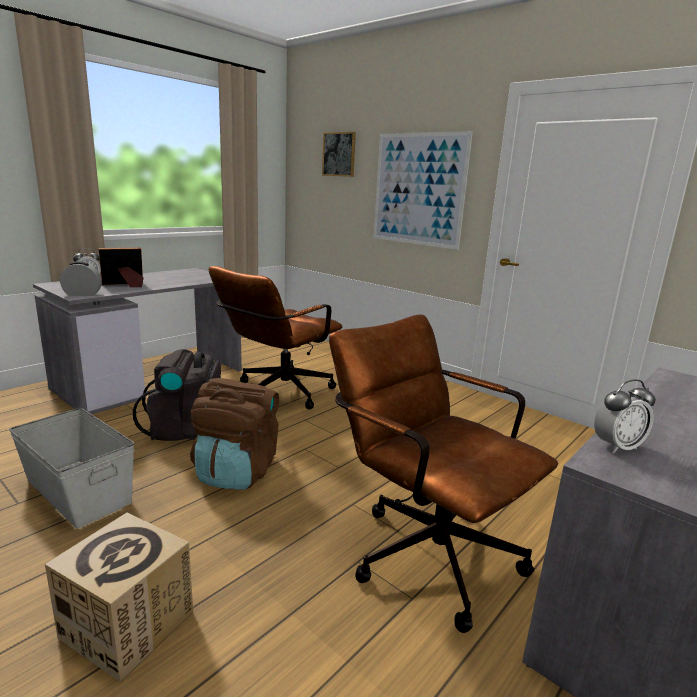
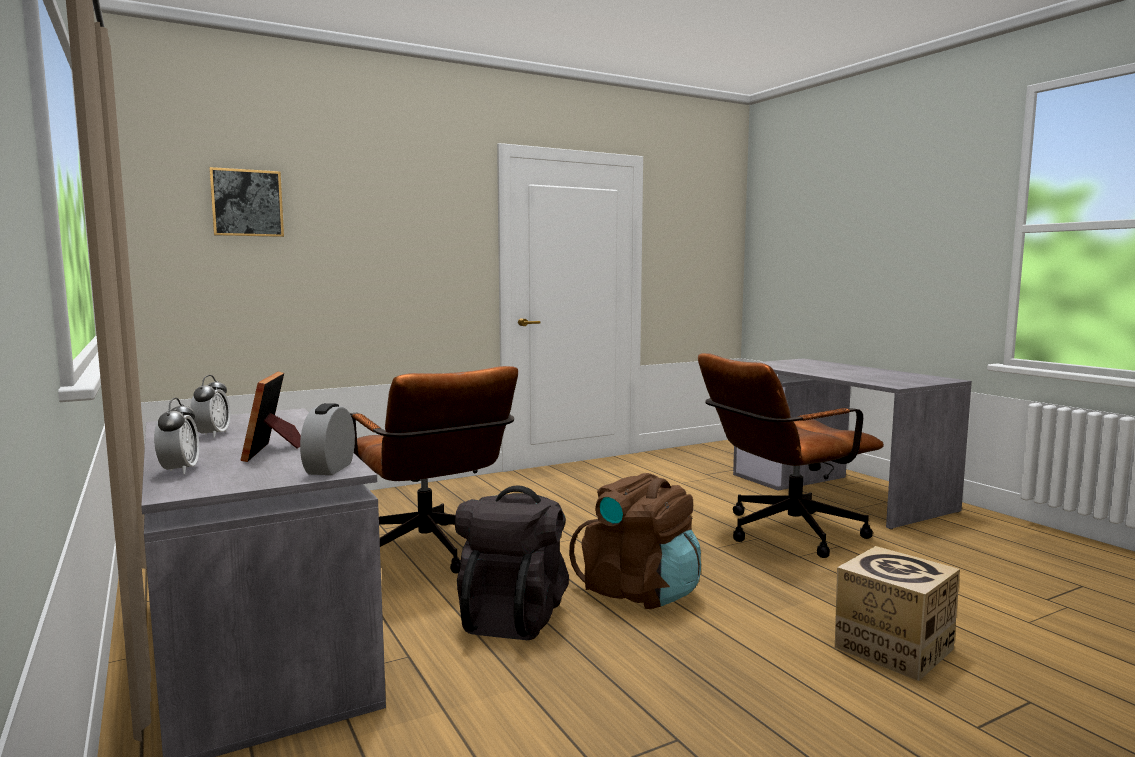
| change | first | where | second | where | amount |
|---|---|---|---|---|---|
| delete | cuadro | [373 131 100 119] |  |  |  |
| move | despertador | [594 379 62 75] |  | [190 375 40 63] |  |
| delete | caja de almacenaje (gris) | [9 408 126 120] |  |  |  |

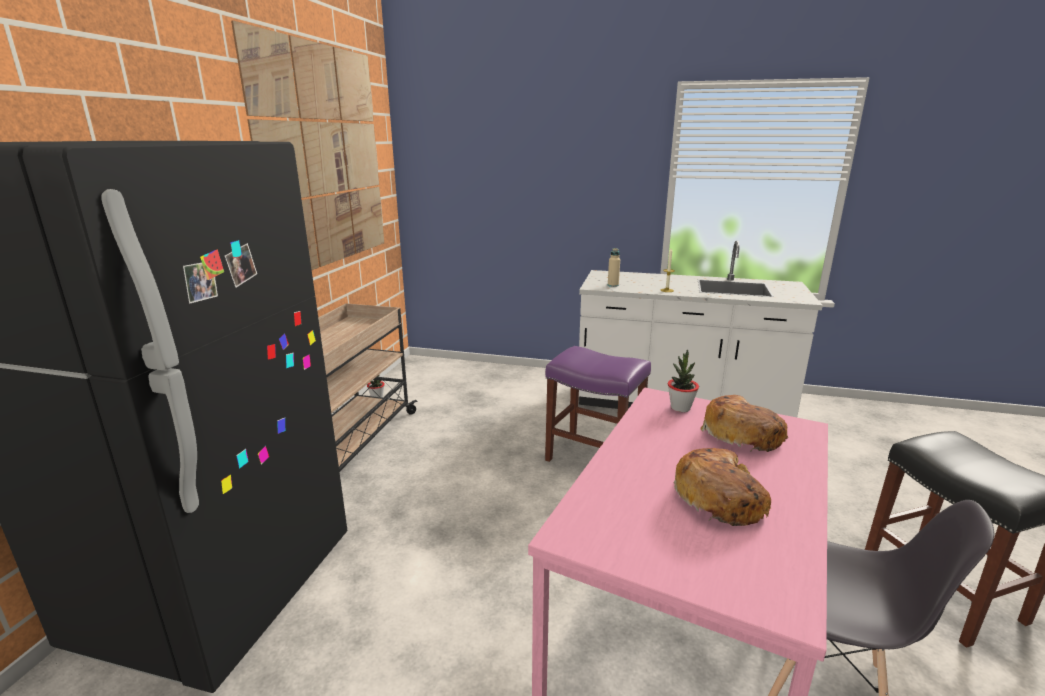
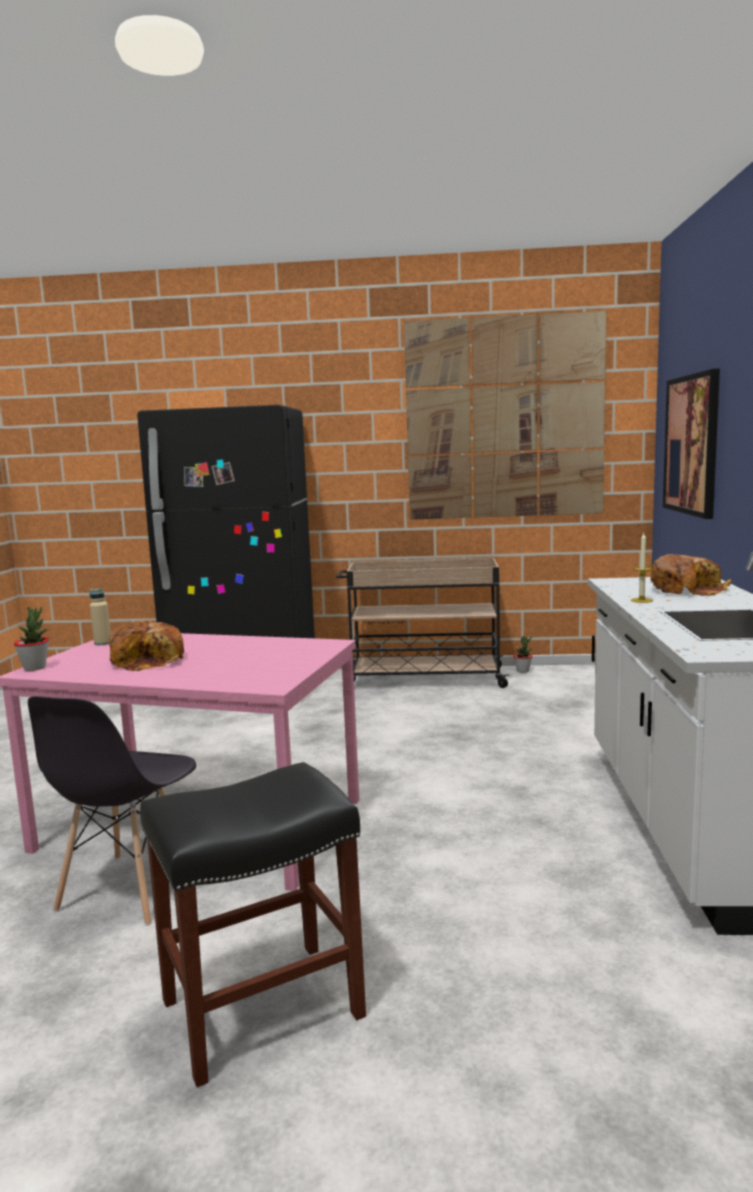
| change | first | where | second | where | amount |
|---|---|---|---|---|---|
| move | botella (beis) | [608 248 12 39] |  | [89 588 22 57] |  |
| delete | taburete (morado) | [545 346 106 116] |  |  |  |
| move | planta en maceta | [668 349 31 63] |  | [14 607 35 64] |  |
| move | pan | [700 395 88 58] |  | [651 554 80 42] |  |
| insert |  |  | cuadro | [663 369 57 150] |  |

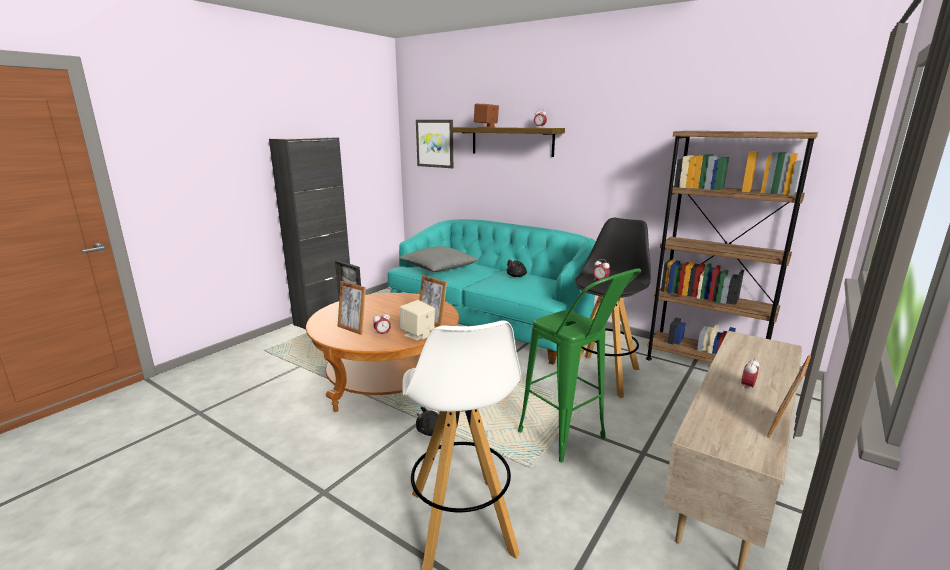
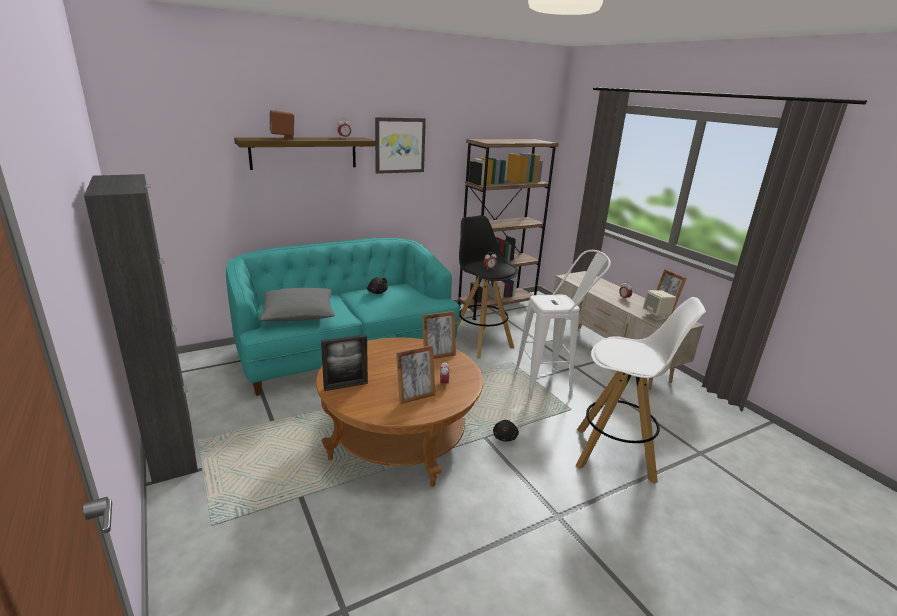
| change | first | where | second | where | amount |
|---|---|---|---|---|---|
| move | cuadro | [416 120 38 48] |  | [375 117 51 57] |  |
| recolor | taburete (verde) | [518 268 123 194] | taburete (blanco) | [514 250 97 149] |  |
| move | altavoz (beis) | [400 300 35 40] |  | [643 290 33 31] |  |

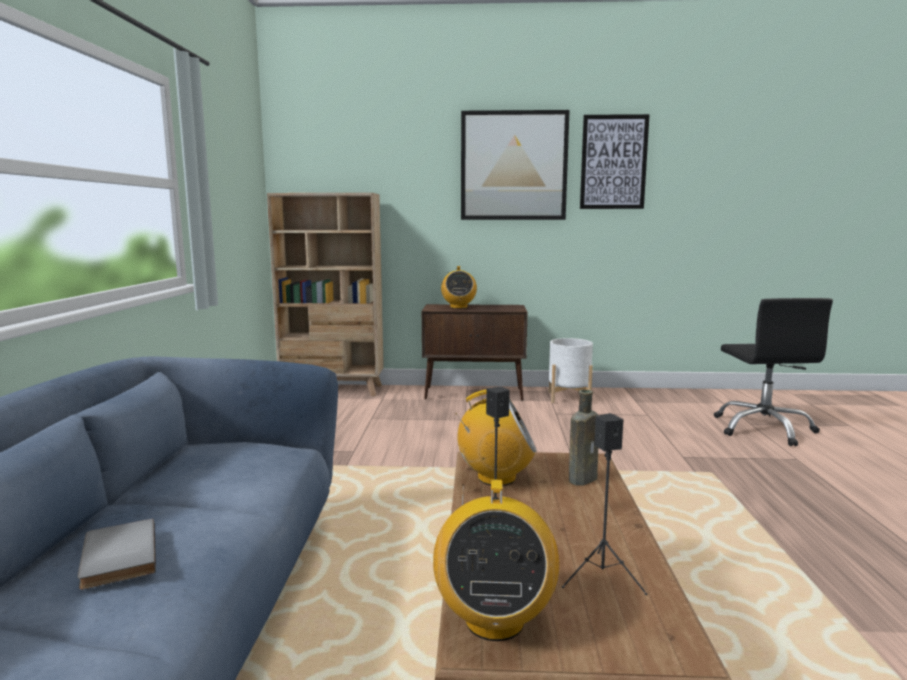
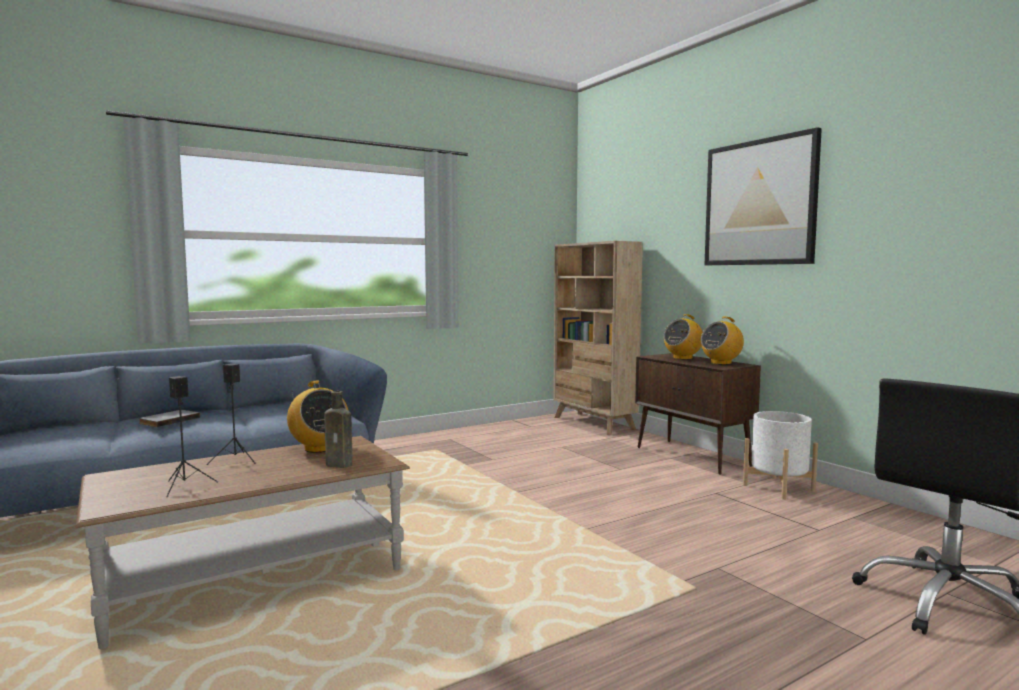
| change | first | where | second | where | amount |
|---|---|---|---|---|---|
| delete | cuadro | [580 114 70 95] |  |  |  |
| move | radio | [433 479 126 162] |  | [701 317 43 48] |  |

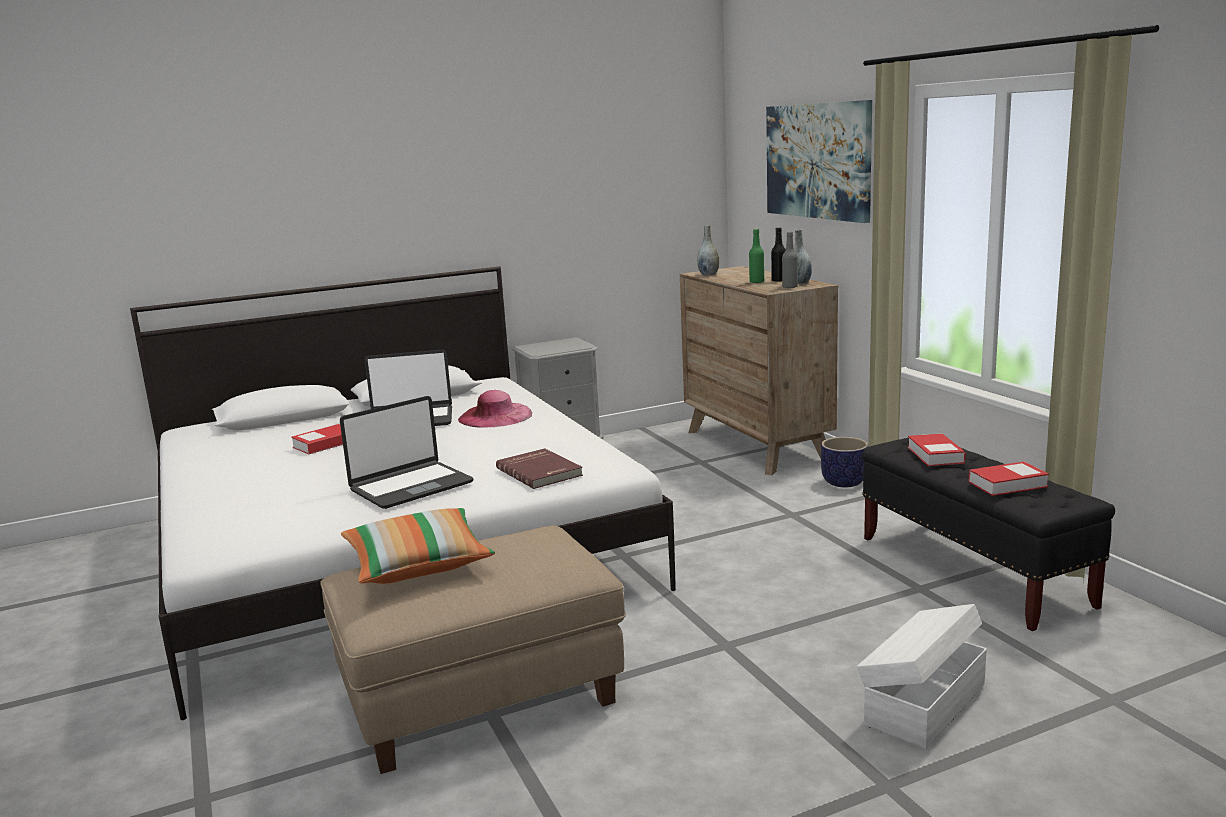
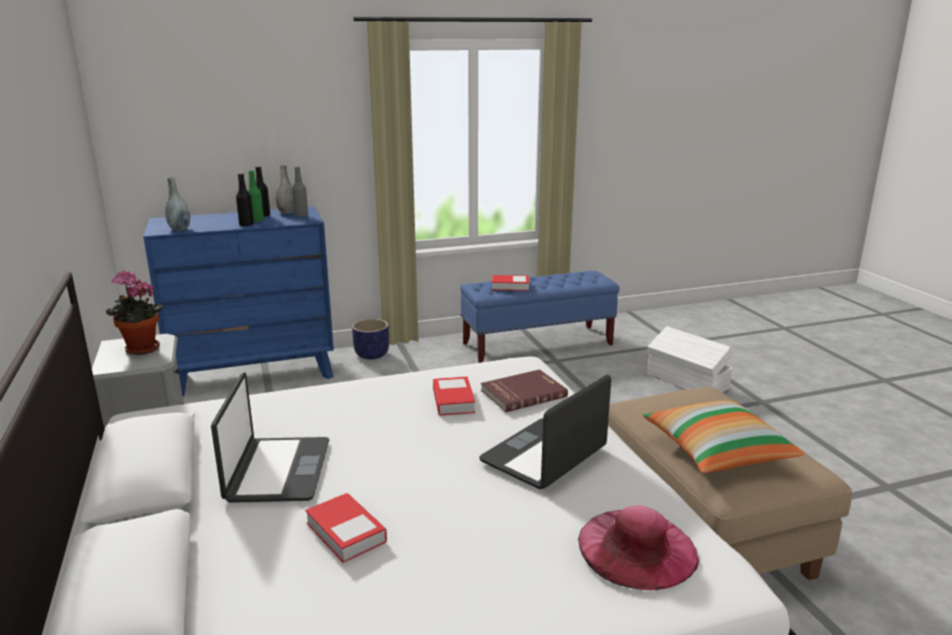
| change | first | where | second | where | amount |
|---|---|---|---|---|---|
| delete | cuadro | [766 100 106 123] |  |  |  |
| recolor | cómoda (marrón) | [680 266 158 209] | cómoda (azul) | [143 207 191 189] |  |
| move | sombrero (rosa) | [458 390 74 38] |  | [578 505 121 86] |  |
| rotate | portátil | [340 396 133 113] |  | [479 375 132 114] | 105 degrees counterclockwise |
| recolor | banco (negro) | [862 438 253 193] | banco (azul) | [460 271 159 92] |  |
| move | libro | [969 462 80 34] |  | [433 377 42 39] |  |
| insert |  |  | botella (negro) | [236 173 18 53] |  |
| insert |  |  | planta en maceta | [106 270 58 85] |  |

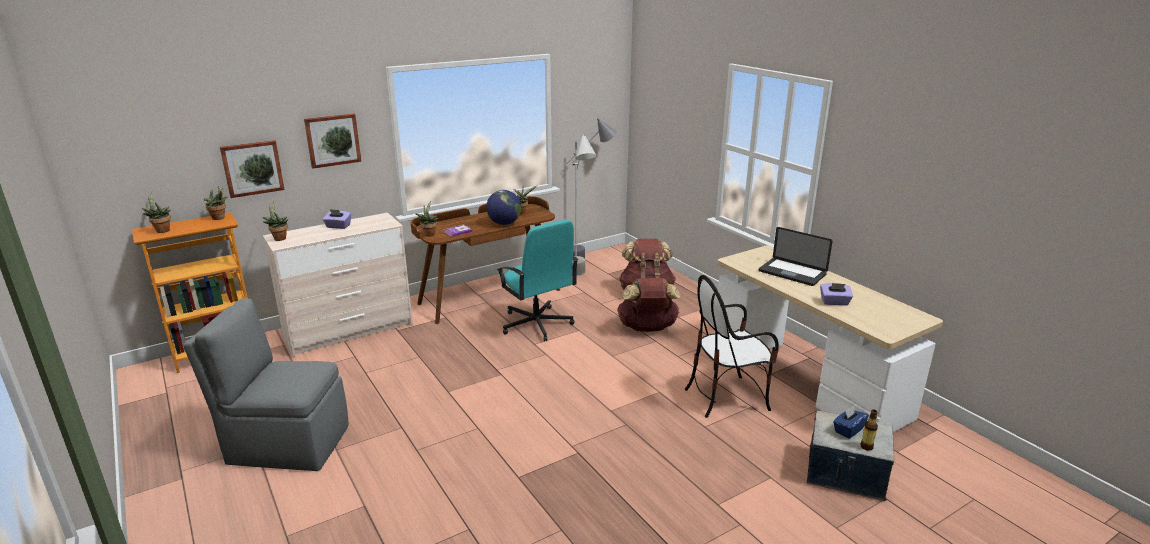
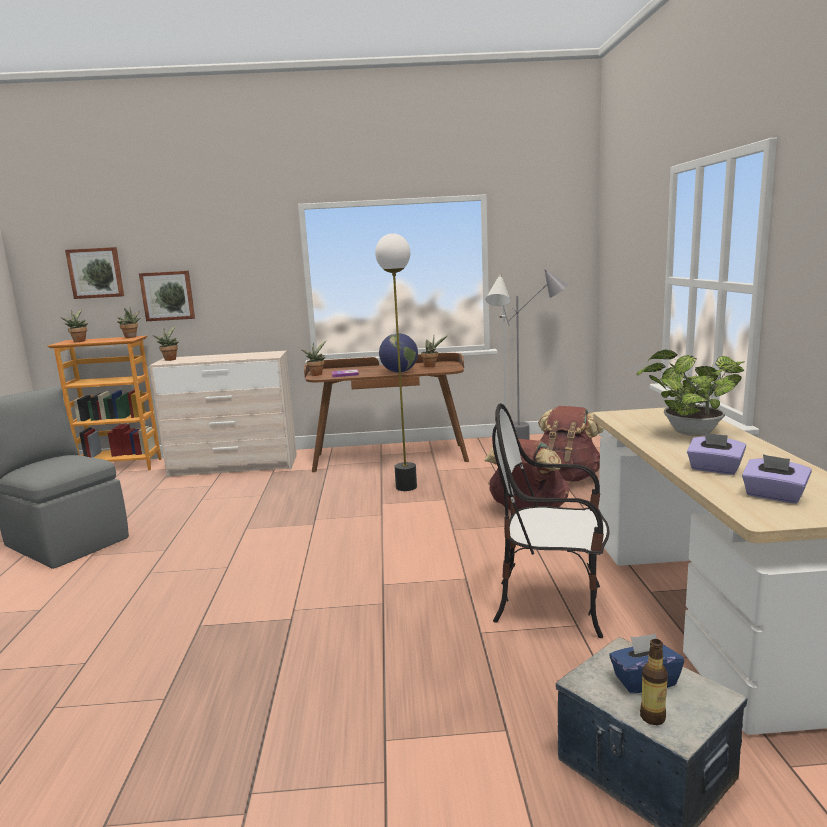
| change | first | where | second | where | amount |
|---|---|---|---|---|---|
| move | cuadro | [304 113 57 56] |  | [65 247 59 52] |  |
| move | caja de pañuelos (morado) | [323 209 28 20] |  | [742 454 70 50] |  |
| replace | silla de oficina (turquesa) | [497 220 81 121] | lámpara de pie | [375 234 42 257] |  |
| replace | portátil | [759 227 74 59] | planta en maceta | [636 350 109 86] |  |

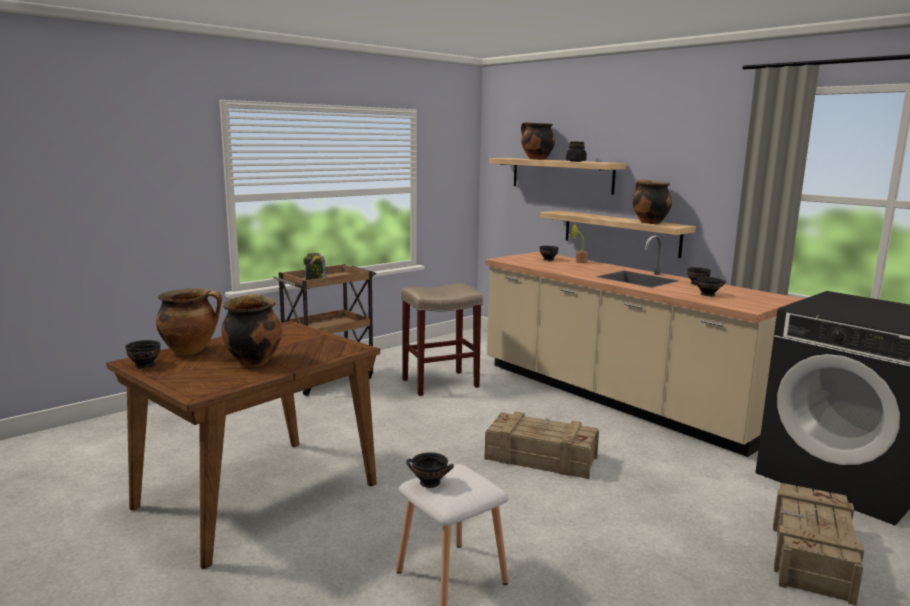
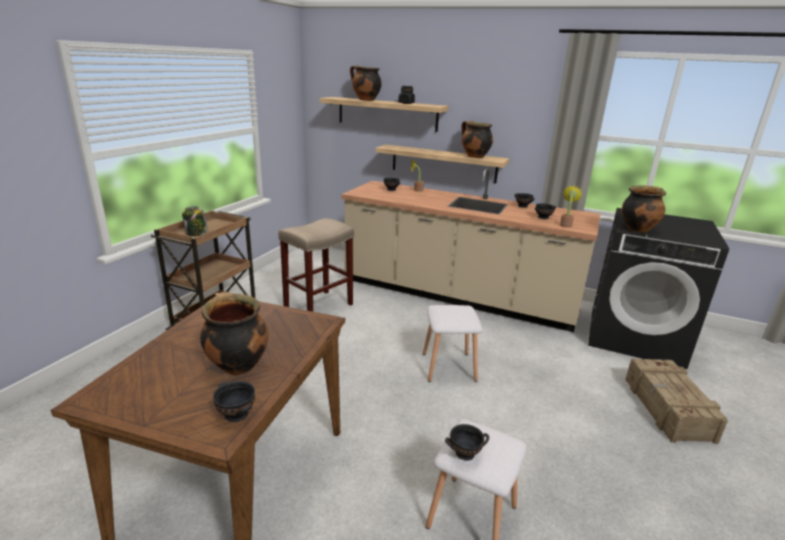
| change | first | where | second | where | amount |
|---|---|---|---|---|---|
| move | olla | [156 288 66 67] |  | [622 186 44 47] |  |
| move | cuenco (negro) | [125 340 36 28] |  | [213 381 42 41] |  |
| replace | caja de embalaje | [484 411 115 68] | taburete (blanco) | [423 305 60 77] |  |
| insert |  |  | planta en maceta | [560 185 23 43] |  |

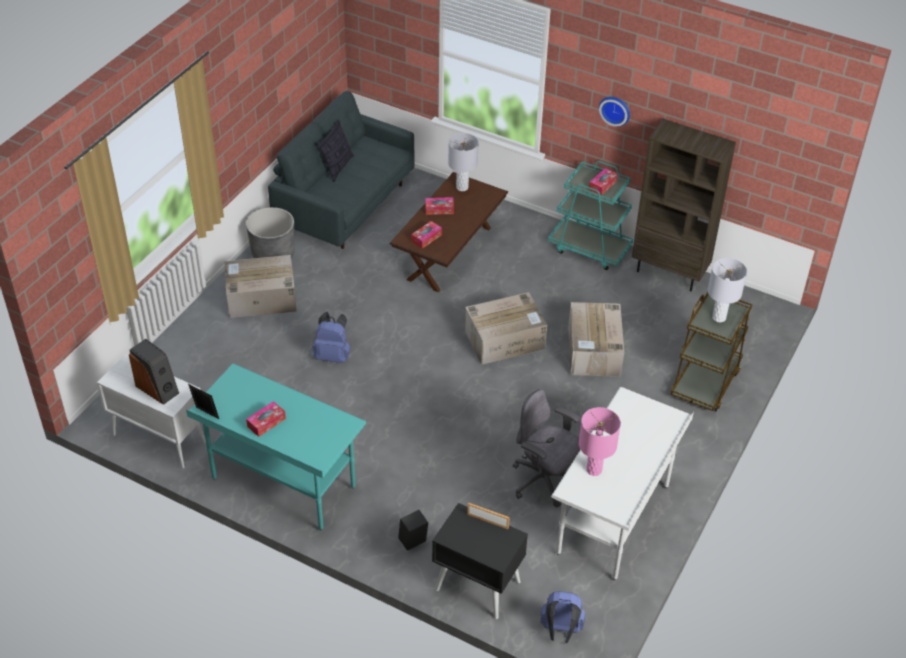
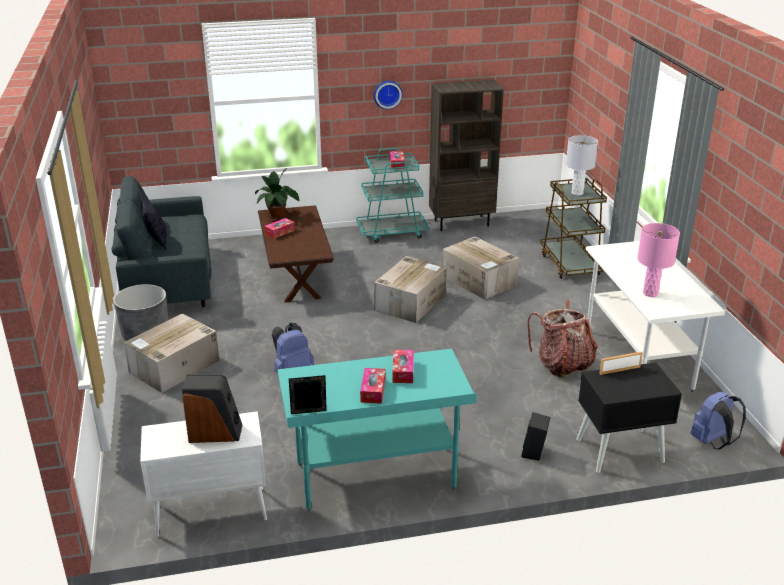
| change | first | where | second | where | amount |
|---|---|---|---|---|---|
| replace | lámpara de mesa (gris) | [448 133 31 58] | planta en maceta | [255 168 45 51] |  |
| move | caja de pañuelos | [411 221 31 28] |  | [392 350 22 33] |  |
| replace | silla de oficina (gris) | [513 389 67 118] | mochila | [527 300 70 78] |  |

